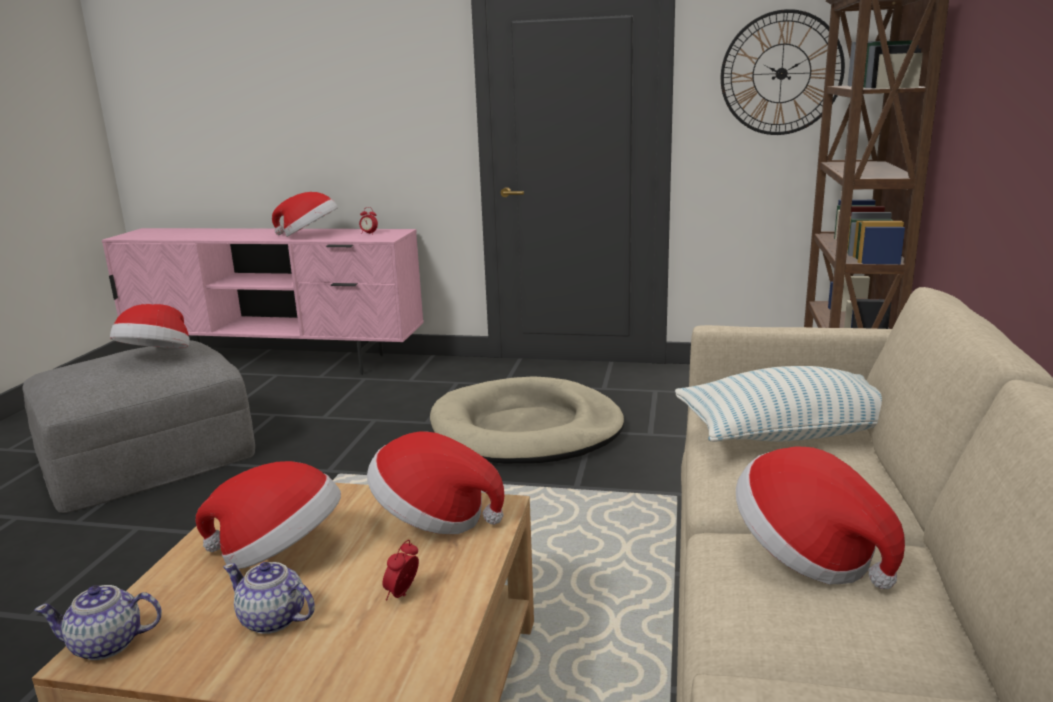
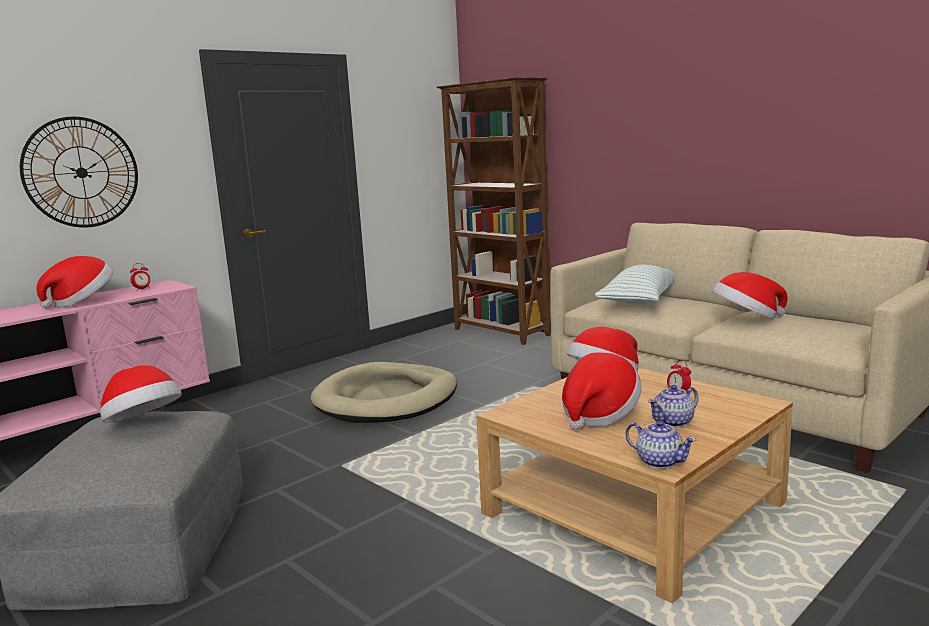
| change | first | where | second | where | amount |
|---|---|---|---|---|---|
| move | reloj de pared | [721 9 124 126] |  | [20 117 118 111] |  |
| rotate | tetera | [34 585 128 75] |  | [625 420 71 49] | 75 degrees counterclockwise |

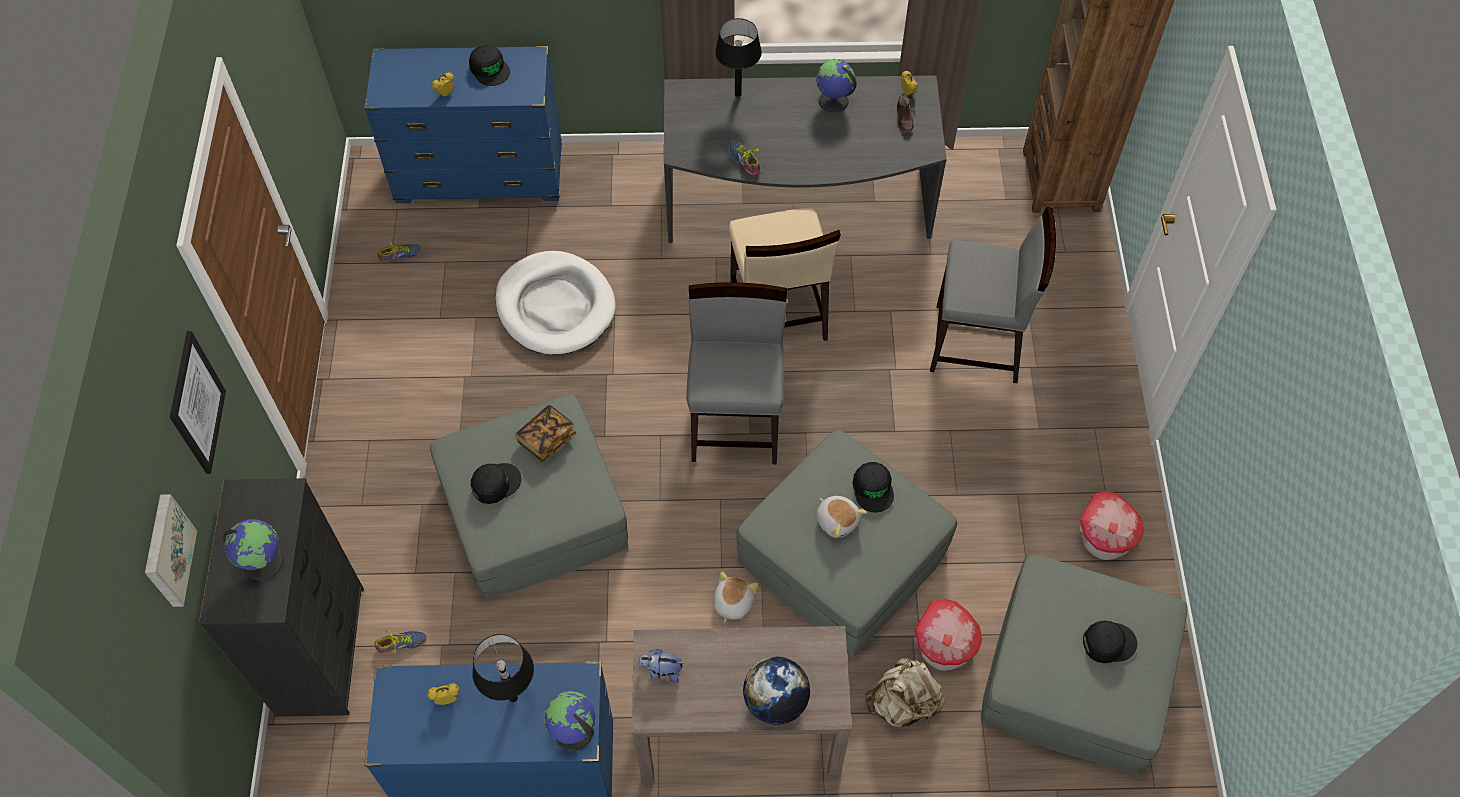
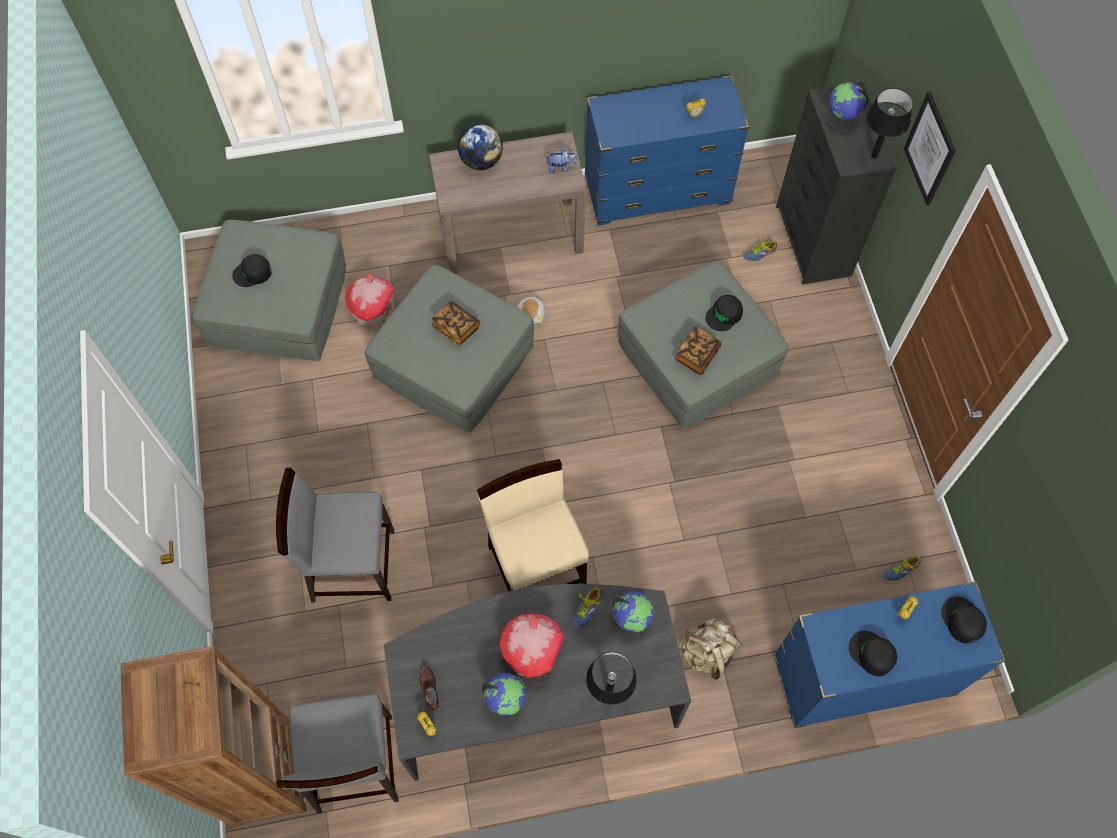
| change | first | where | second | where | amount |
|---|---|---|---|---|---|
| rotate | zapato | [729 140 31 35] |  | [571 586 31 43] | 75 degrees clockwise |
| delete | cama para perro (blanco) | [495 251 121 104] |  |  |  |
| move | silla (gris) | [686 282 101 182] |  | [277 694 122 120] |  |
| move | gorra (negro) | [853 462 41 50] |  | [941 597 46 47] |  |
| move | casita | [1079 491 66 69] |  | [500 613 64 65] |  |
| delete | cuadro | [145 494 52 113] |  |  |  |
| replace | peluche | [816 496 51 42] | libro | [432 301 48 45] |  |
| move | lámpara de mesa (negro) | [472 634 62 68] |  | [866 88 47 71] |  |
| move | mochila (beis) | [865 658 80 69] |  | [678 618 65 62] |  |
| move | globo terráqueo | [544 691 52 60] |  | [613 591 41 45] |  |

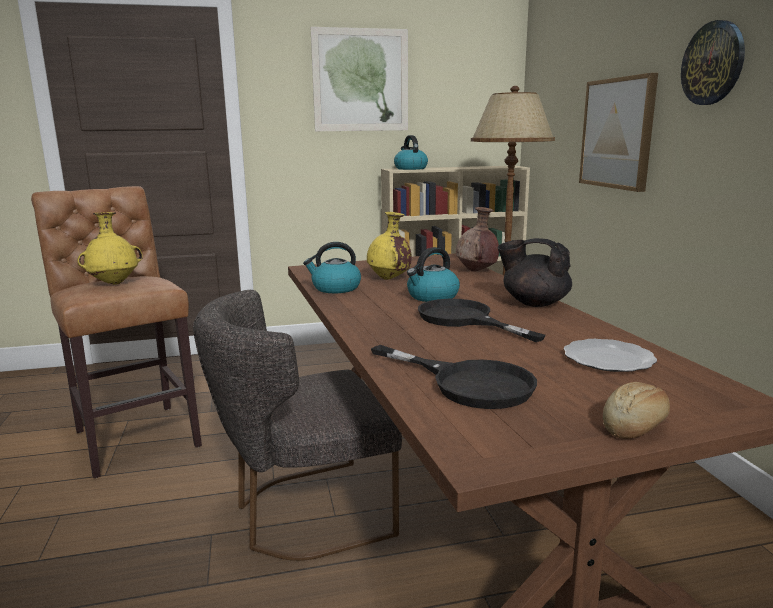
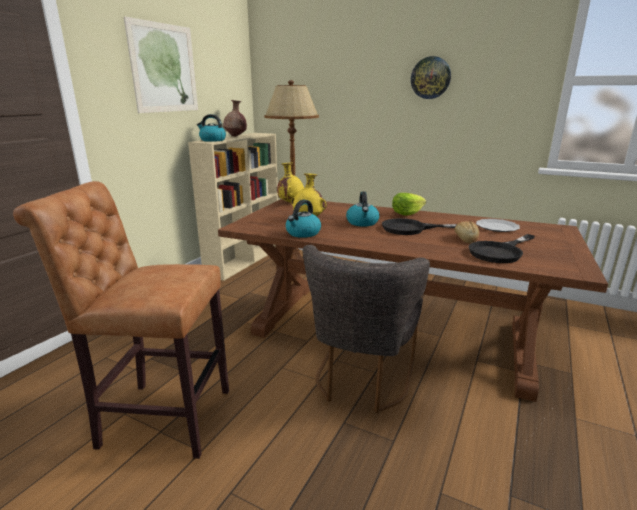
| change | first | where | second | where | amount |
|---|---|---|---|---|---|
| delete | cuadro | [579 73 79 119] |  |  |  |
| move | florero (marrón) | [456 207 43 65] |  | [223 100 24 37] |  |
| move | florero (amarillo) | [77 212 66 73] |  | [277 162 27 41] |  |
| replace | tetera (negro) | [498 238 74 69] | lechuga | [392 193 34 22] |  |
| rotate | sartén (negro) | [371 345 166 64] |  | [469 234 66 29] | 150 degrees clockwise |
| move | pan | [603 382 67 57] |  | [454 221 25 22] |  |

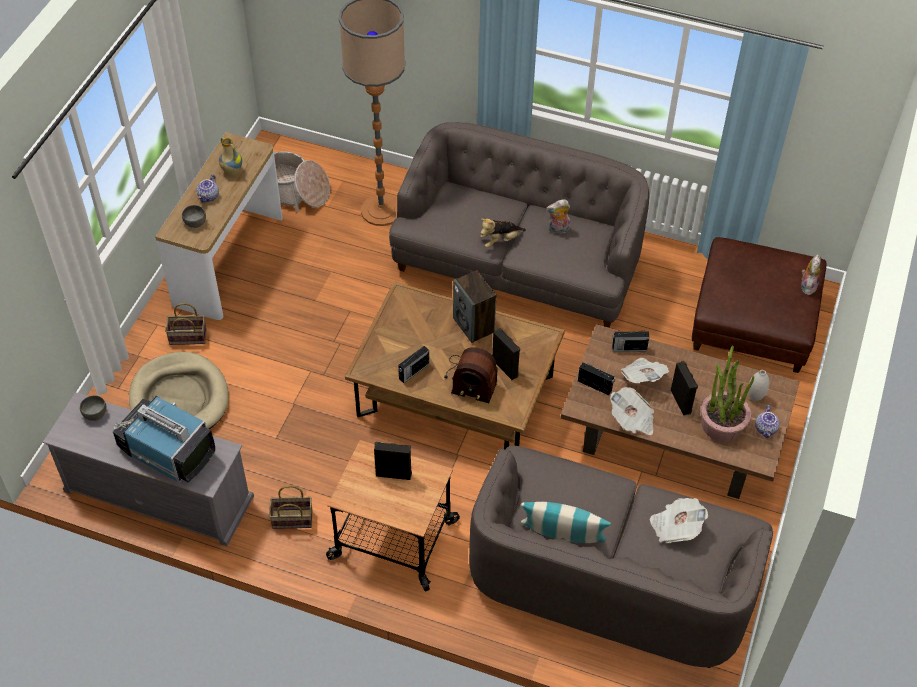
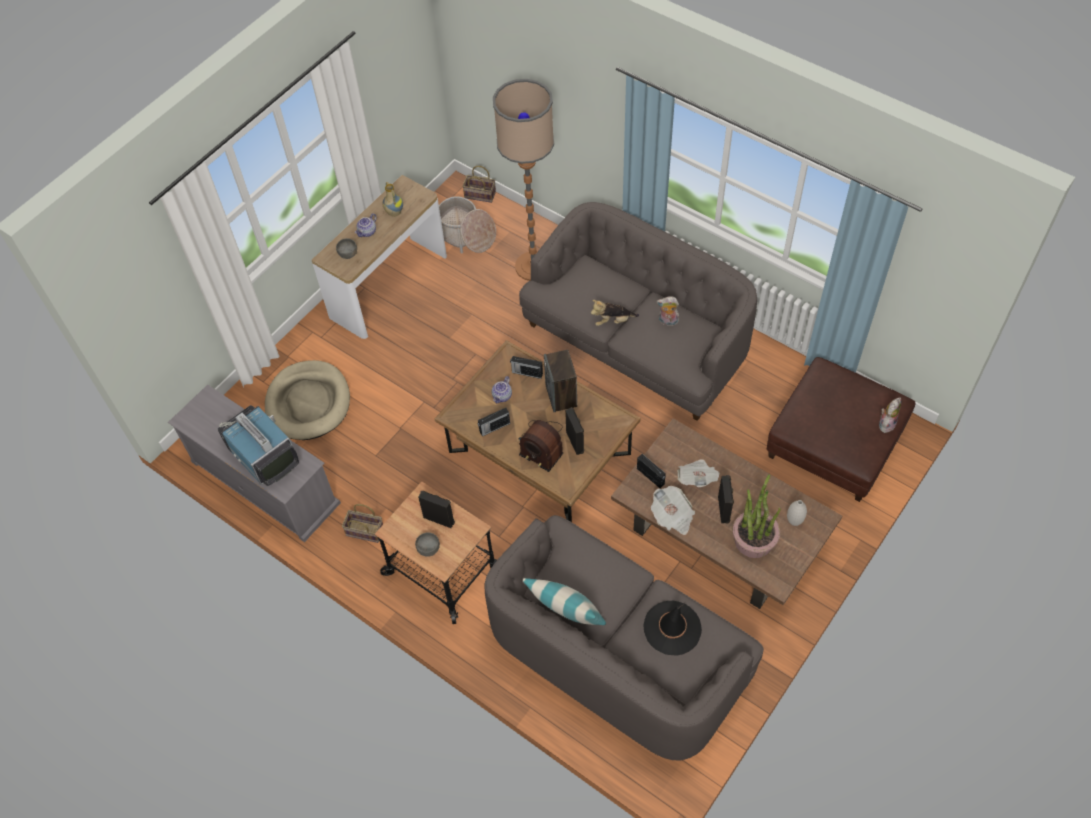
| change | first | where | second | where | amount |
|---|---|---|---|---|---|
| move | cesta | [165 303 42 42] |  | [462 166 34 37] |  |
| move | radio | [612 330 37 22] |  | [510 356 33 23] |  |
| move | cuenco (gris) | [80 396 27 25] |  | [415 533 25 24] |  |
| move | tetera | [755 405 25 33] |  | [492 376 20 27] |  |
| replace | periódico | [650 498 58 45] | sombrero (negro) | [643 601 59 54] |  |

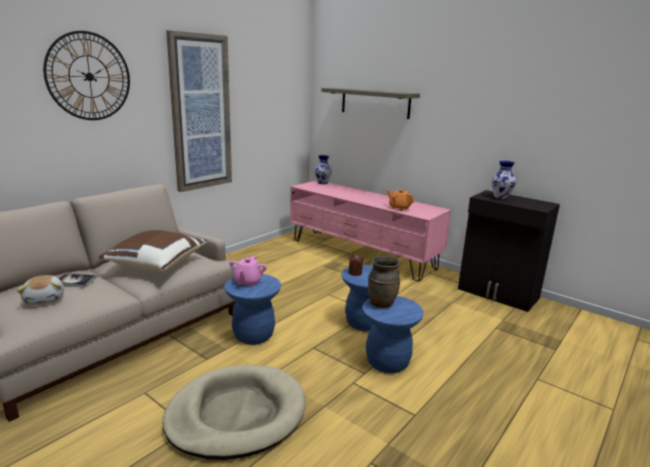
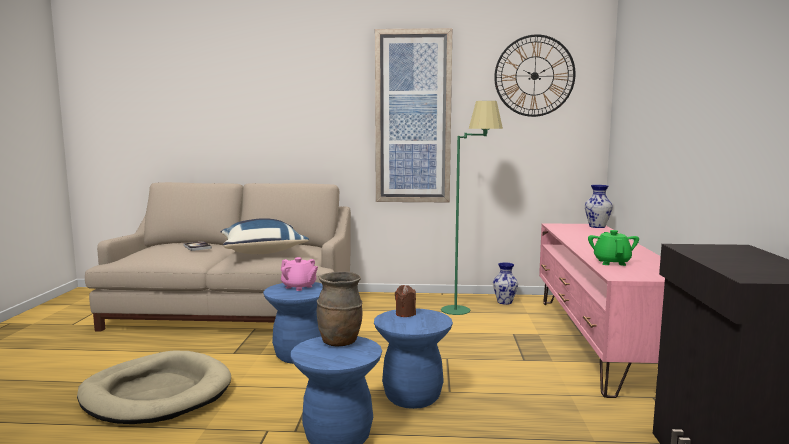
| change | first | where | second | where | amount |
|---|---|---|---|---|---|
| move | reloj de pared | [43 31 87 89] |  | [494 34 81 83] |  |
| delete | estante | [321 88 99 31] |  |  |  |
| move | florero | [492 161 24 39] |  | [493 262 25 43] |  |
| recolor | tetera (naranja) | [387 190 27 21] | tetera (verde) | [588 230 51 36] |  |
| recolor | cojín (marrón) | [99 230 108 41] | cojín (azul) | [221 218 88 36] |  |
| rotate | tetera (rosa) | [229 256 38 31] |  | [281 257 37 34] | 120 degrees counterclockwise |
| delete | peluche | [17 275 47 30] |  |  |  |
| insert |  |  | lámpara de pie (verde) | [441 101 62 214] |  |

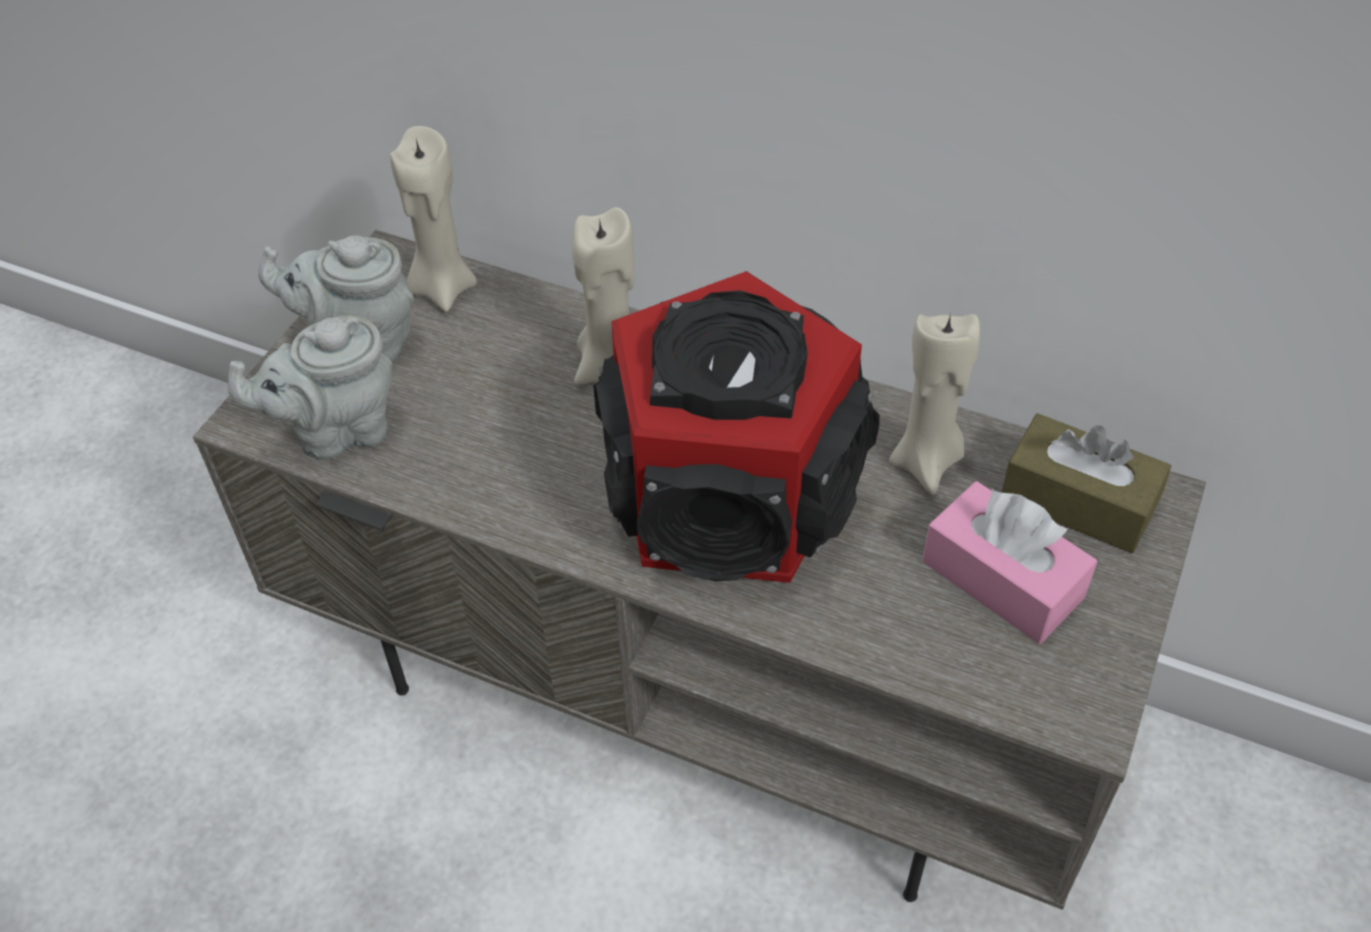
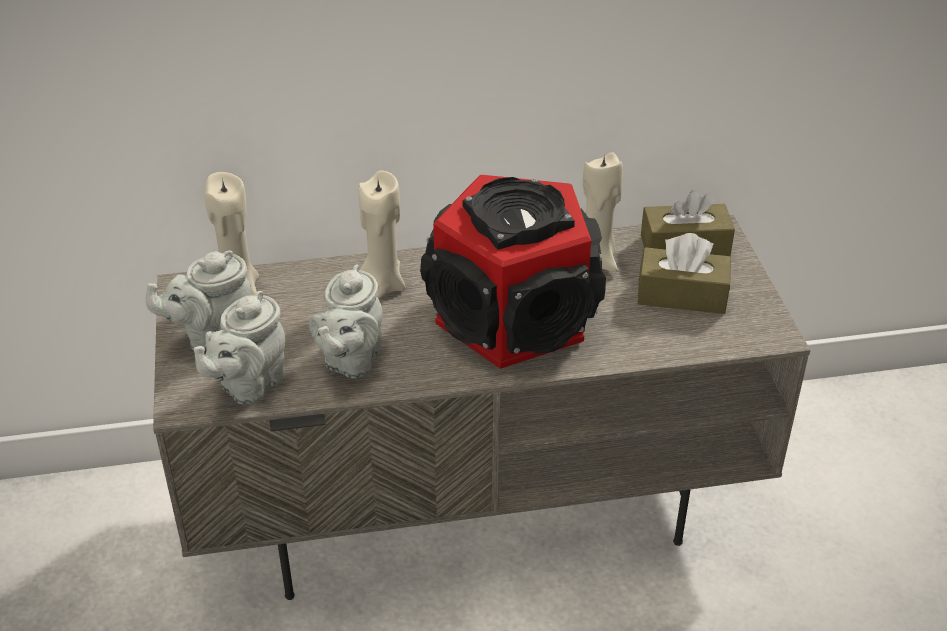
| change | first | where | second | where | amount |
|---|---|---|---|---|---|
| recolor | caja de pañuelos (rosa) | [922 481 175 163] | caja de pañuelos (marrón) | [637 233 94 81] |  |
| insert |  |  | tetera (gris) | [309 264 73 115] |  |

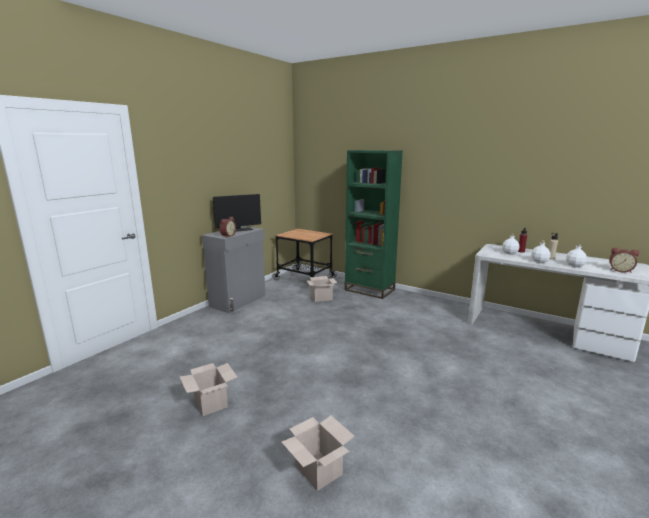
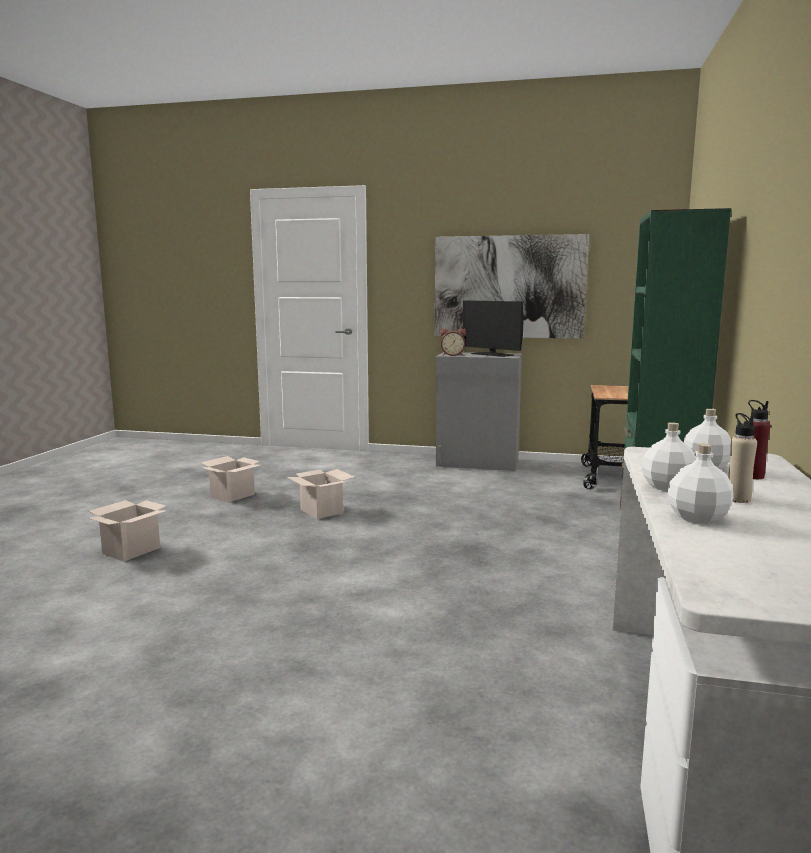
| change | first | where | second | where | amount |
|---|---|---|---|---|---|
| delete | despertador | [609 248 30 25] |  |  |  |
| move | caja de cartón | [307 276 30 26] |  | [287 469 67 50] |  |
| insert |  |  | cuadro | [435 234 154 105] |  |

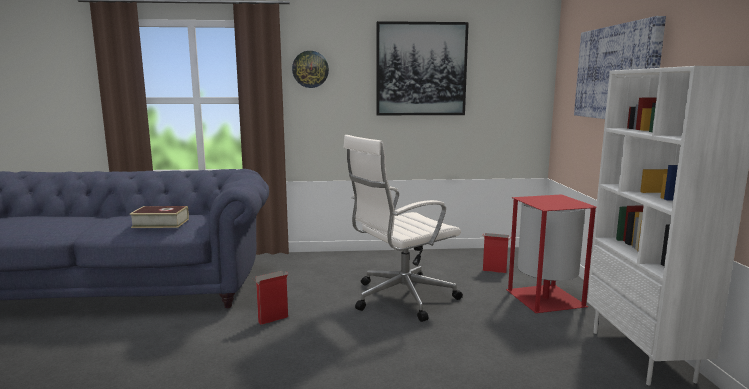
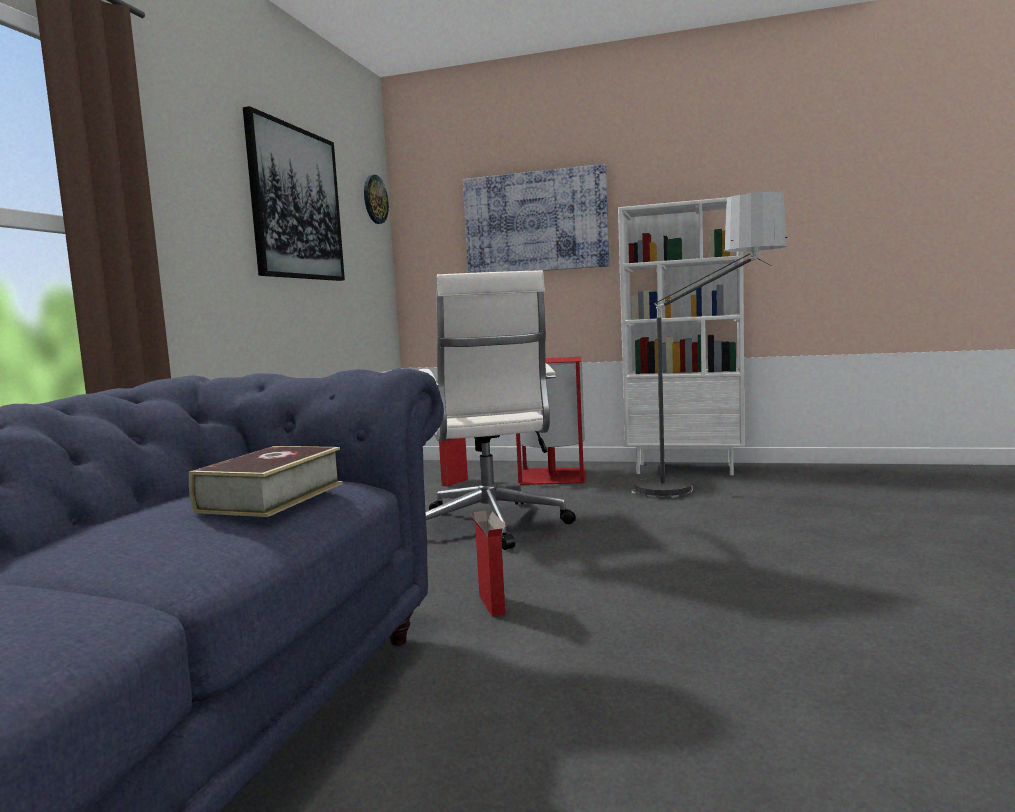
| change | first | where | second | where | amount |
|---|---|---|---|---|---|
| move | reloj de pared | [292 51 37 37] |  | [364 175 25 49] |  |
| insert |  |  | lámpara de pie | [631 192 157 306] |  |

